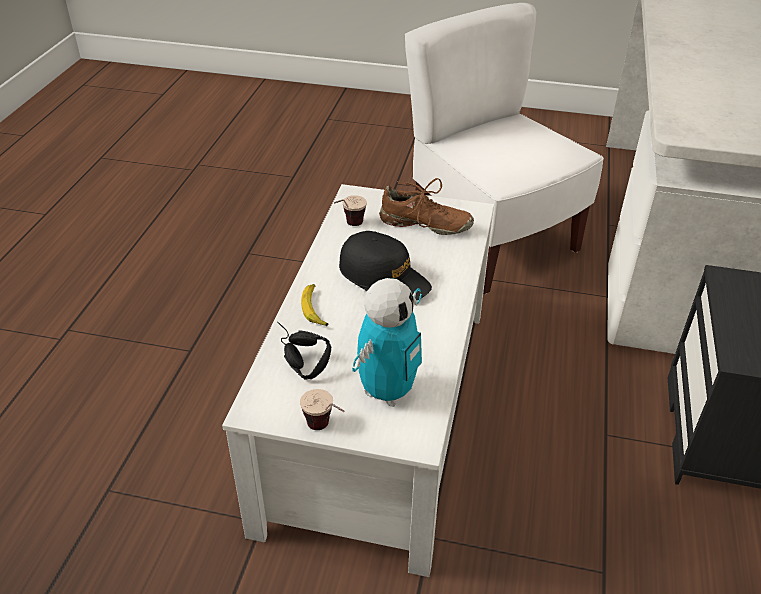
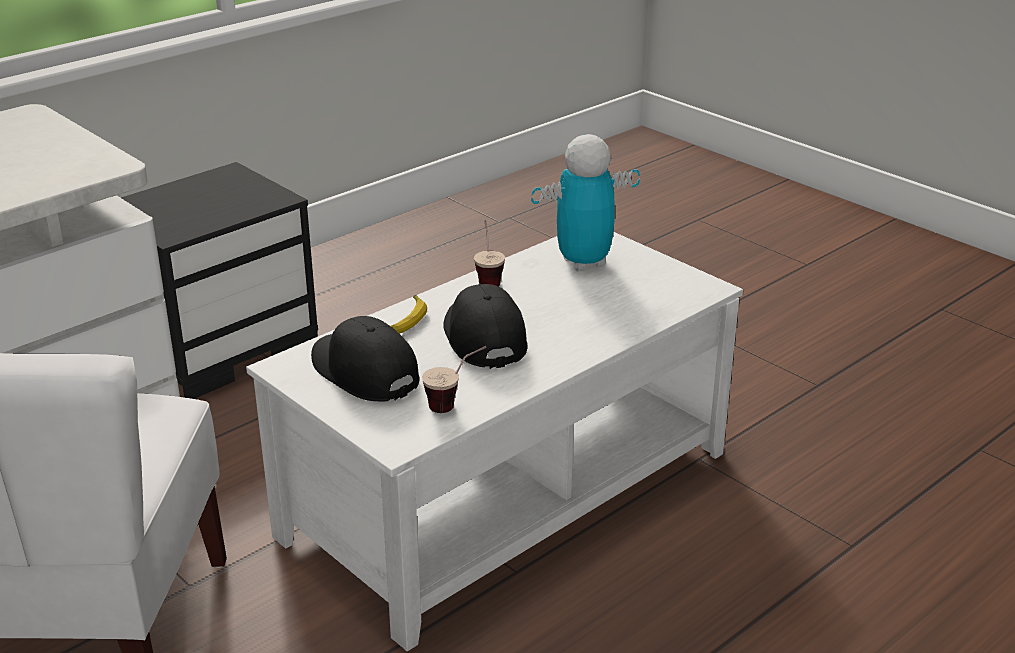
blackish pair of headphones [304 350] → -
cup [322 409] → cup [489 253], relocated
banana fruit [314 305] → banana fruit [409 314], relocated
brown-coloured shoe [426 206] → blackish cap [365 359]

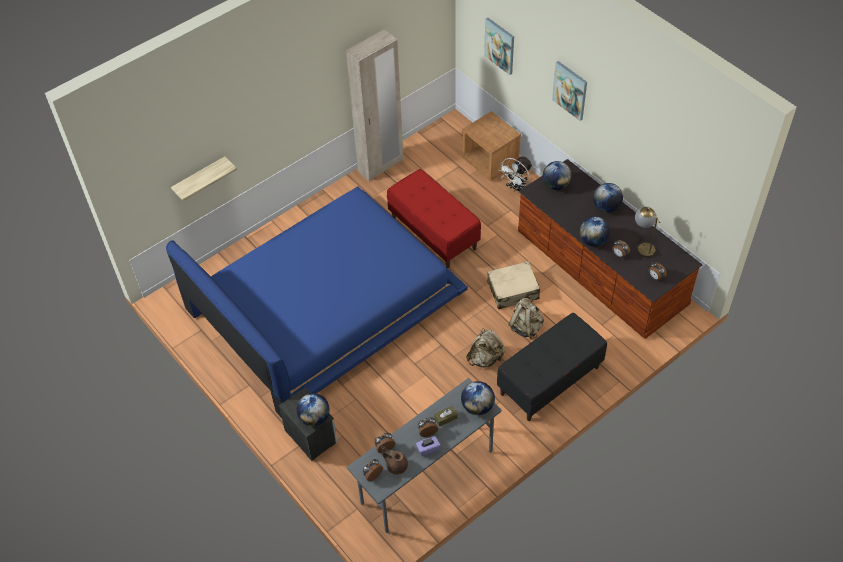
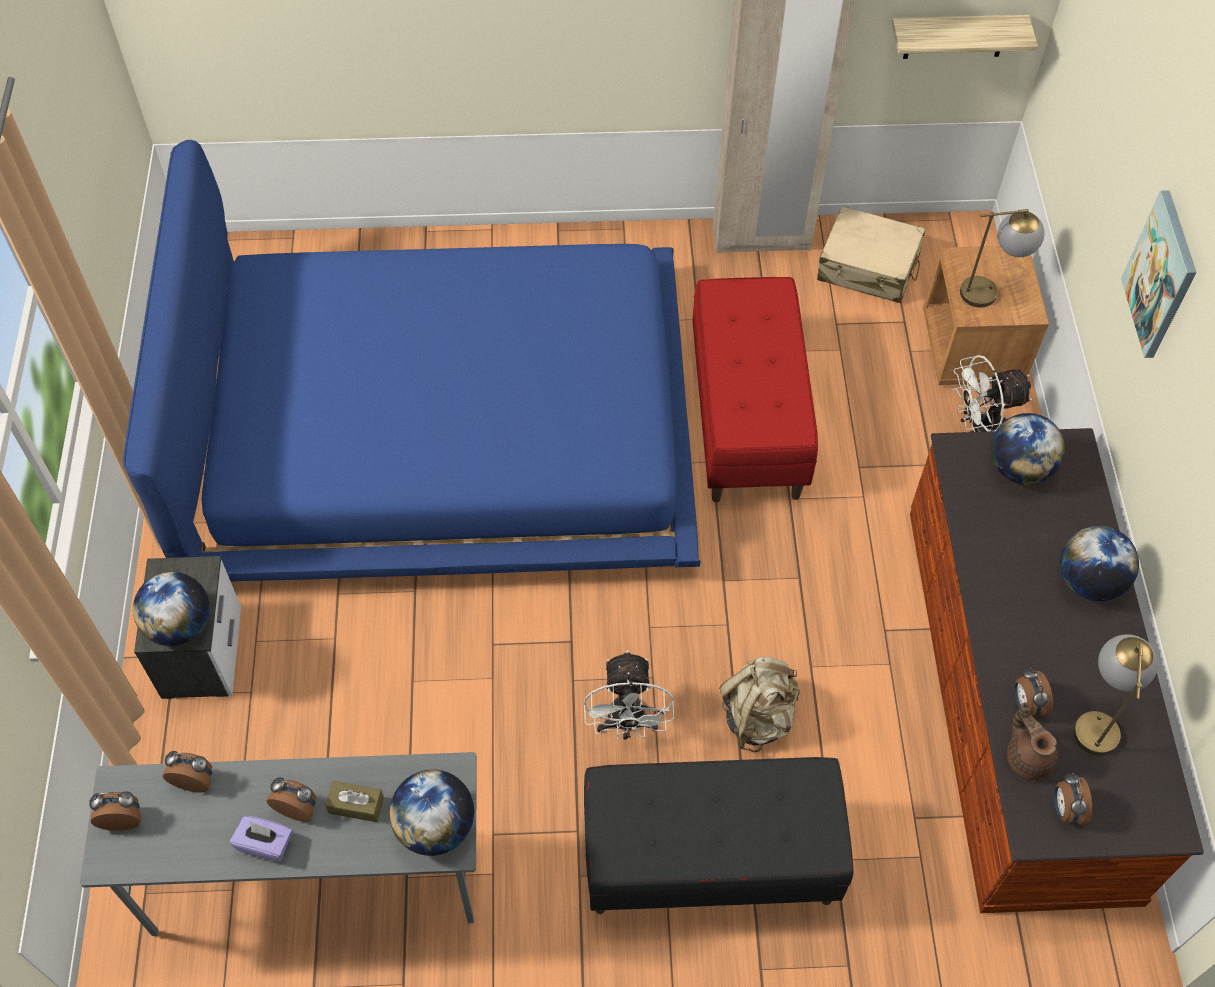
shelf [204 178] → shelf [965 37], relocated
brown-coloured pot for tea [394 460] → brown-coloured pot for tea [1032 741], relocated
beige-coloured rucksack [485 347] → white fan [629 694]
wall picture [499 46] → -
beige-coloured suitcase [513 285] → beige-coloured suitcase [871 254], relocated
world globe [595 232] → -
- → lamp for a table [1002 258]

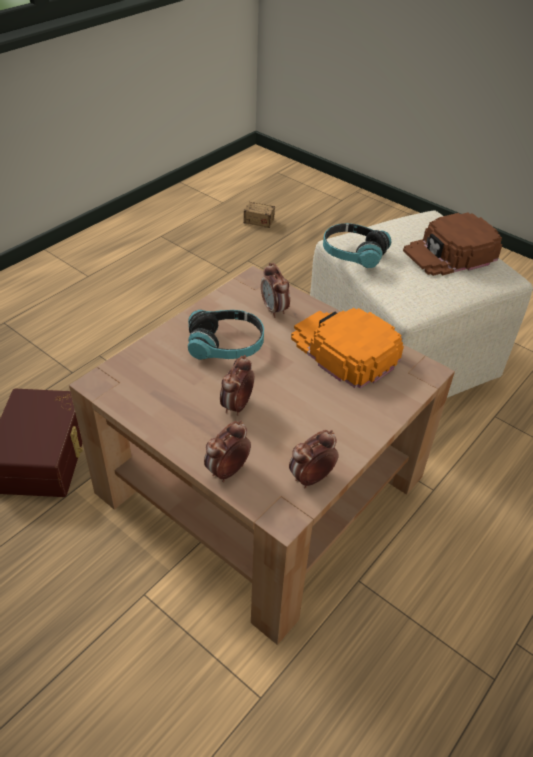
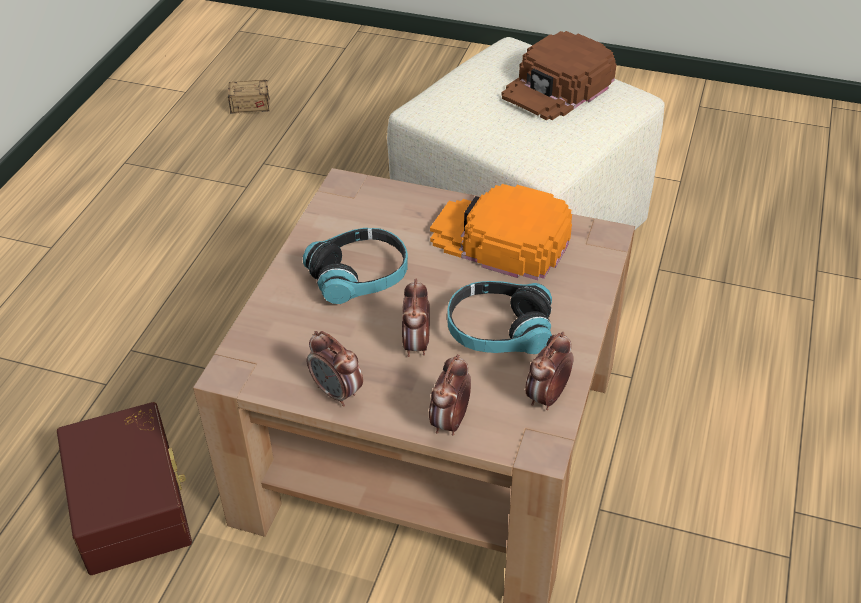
bedside clock [275 290] → bedside clock [335 369], relocated
pair of headphones [357 245] → pair of headphones [499 317], relocated

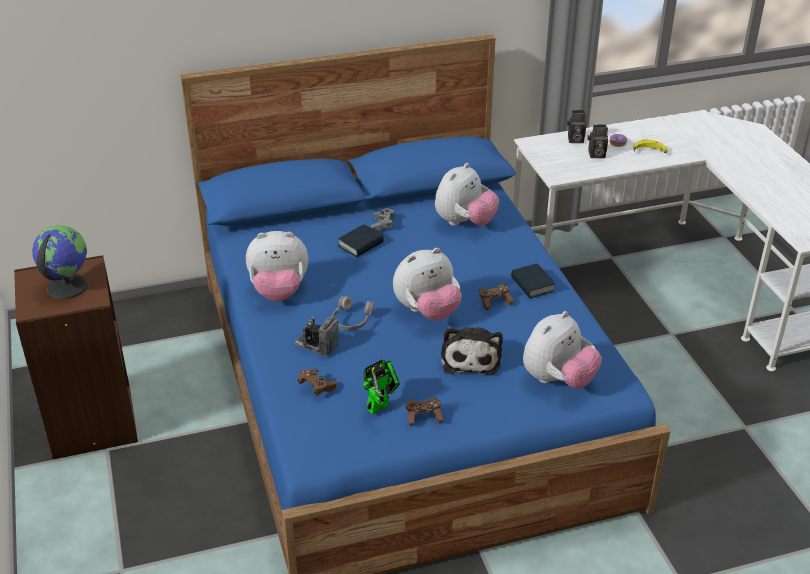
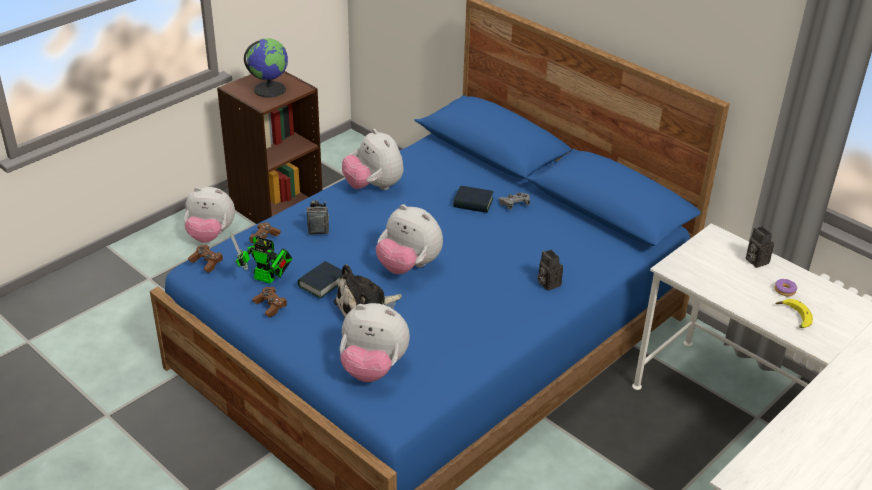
gray pair of headphones [353 313] → -
plush toy [467 194] → plush toy [209 215], relocated
brown-coloured gamepad [496 297] → brown-coloured gamepad [205 259], relocated
bound book [533 281] → bound book [320 279], relocated
photo camera [598 141] → photo camera [550 270], relocated

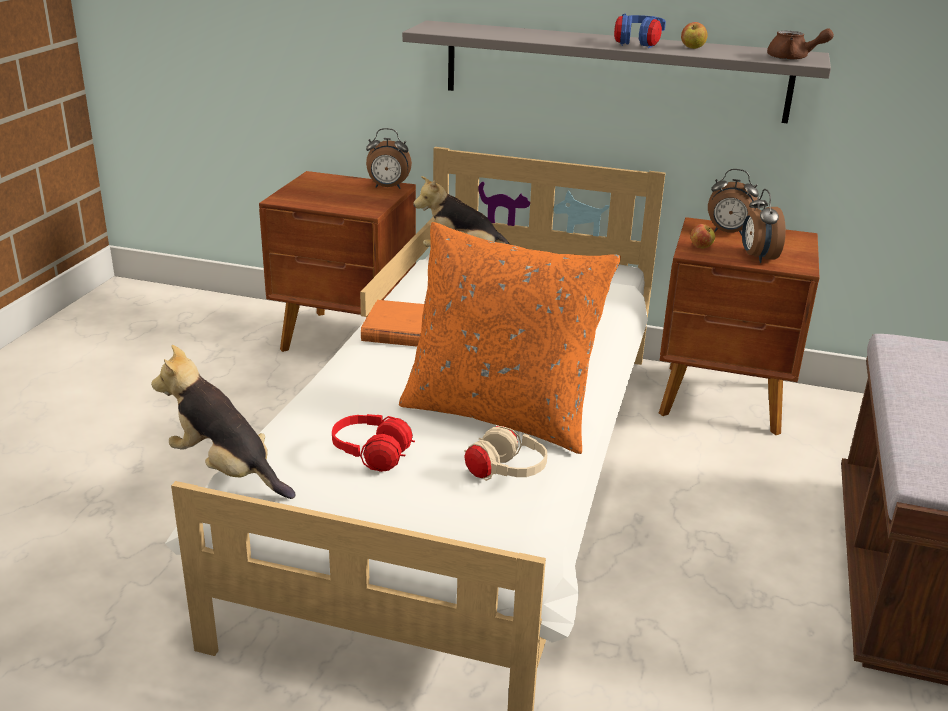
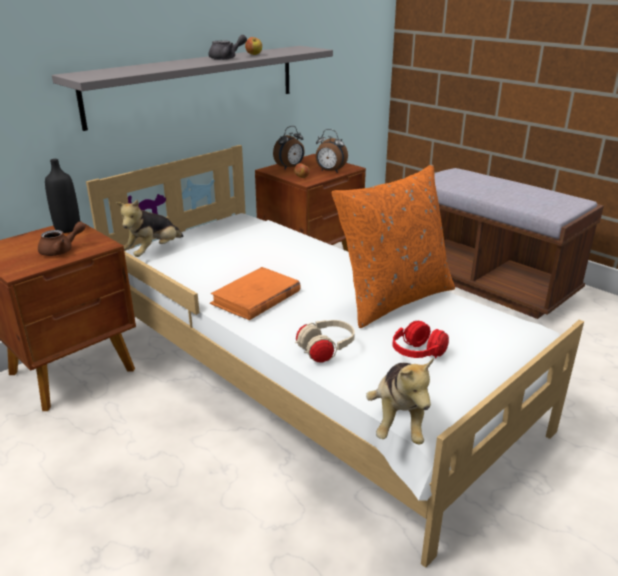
plush toy [223 422] → plush toy [400 400], 60 degrees counterclockwise
bedside clock [389 158] → blackish bottle [62 196]
beige-coloured pair of headphones [505 453] → beige-coloured pair of headphones [325 341], relocated
blue pair of headphones [640 31] → gray pot for tea [228 47]
brown-coloured pot for tea [800 44] → brown-coloured pot for tea [62 239], relocated

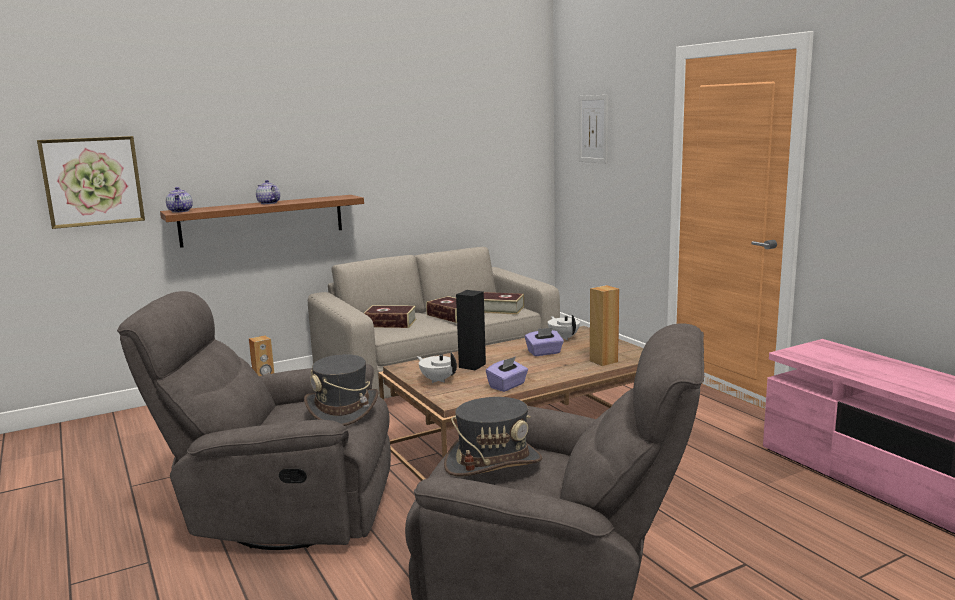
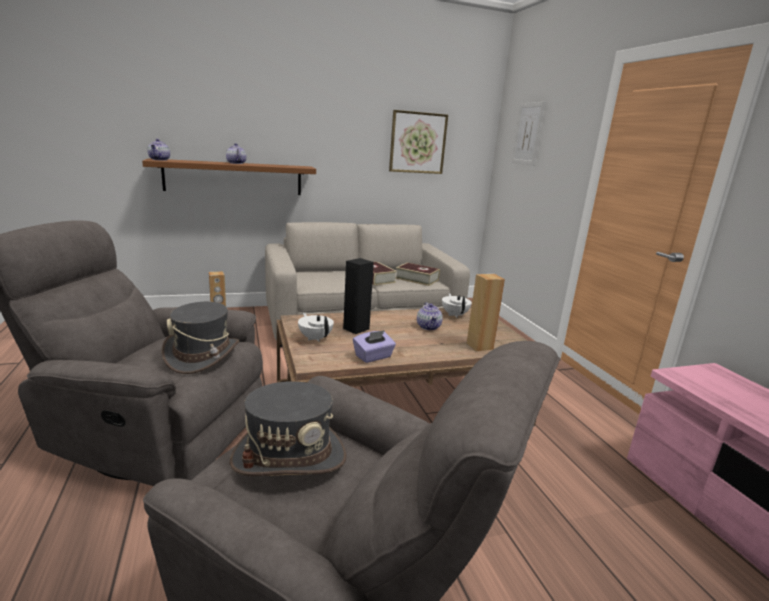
wall picture [91 182] → wall picture [418 142], relocated
bound book [390 316] → -
purple-coloured box of tissues [544 342] → pot for tea [430 316]

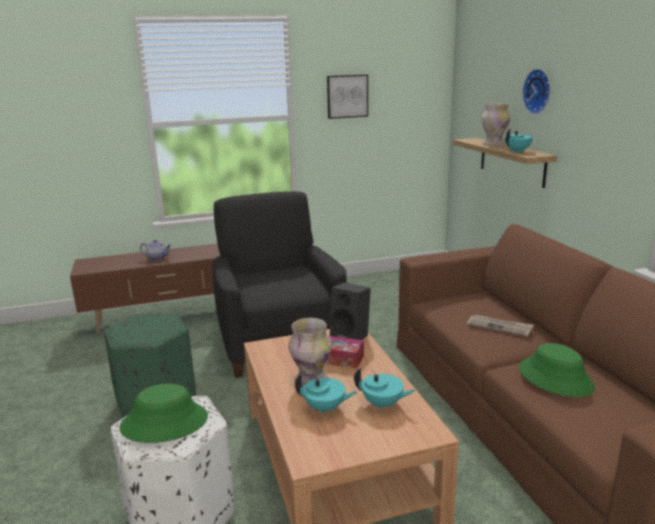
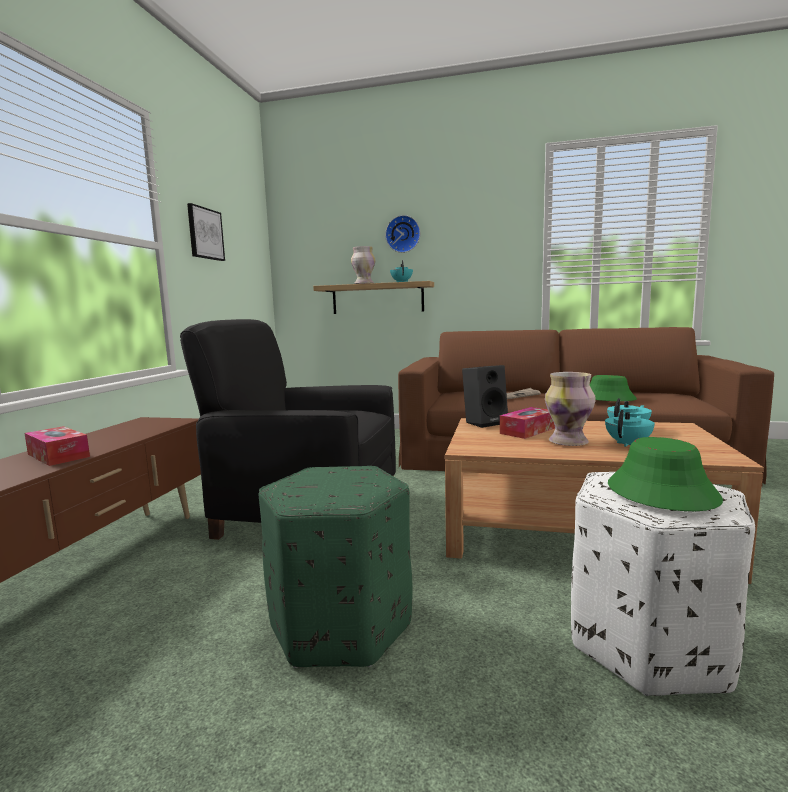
pot for tea [155 250] → box of tissues [57 446]

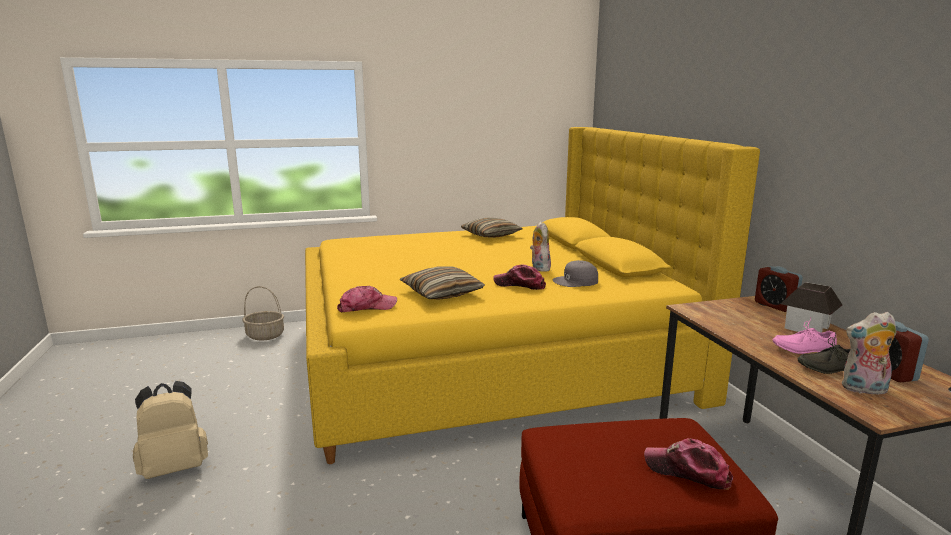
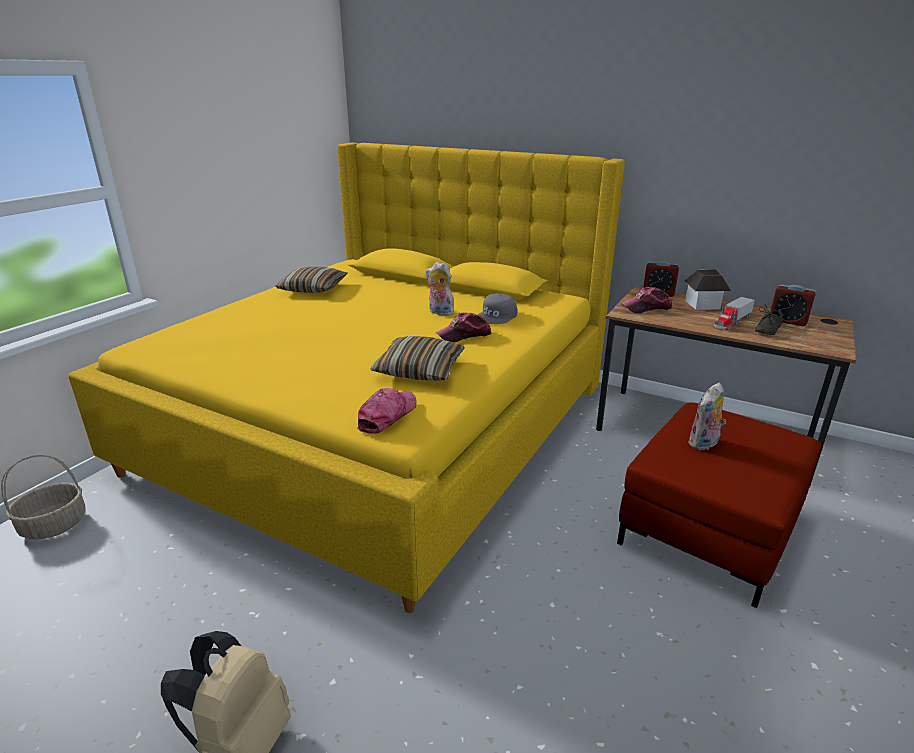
cap [688 464] → cap [646 300], relocated
pink-coloured shoe [805 336] → toy truck [734 313]
plush toy [869 354] → plush toy [707 416], relocated

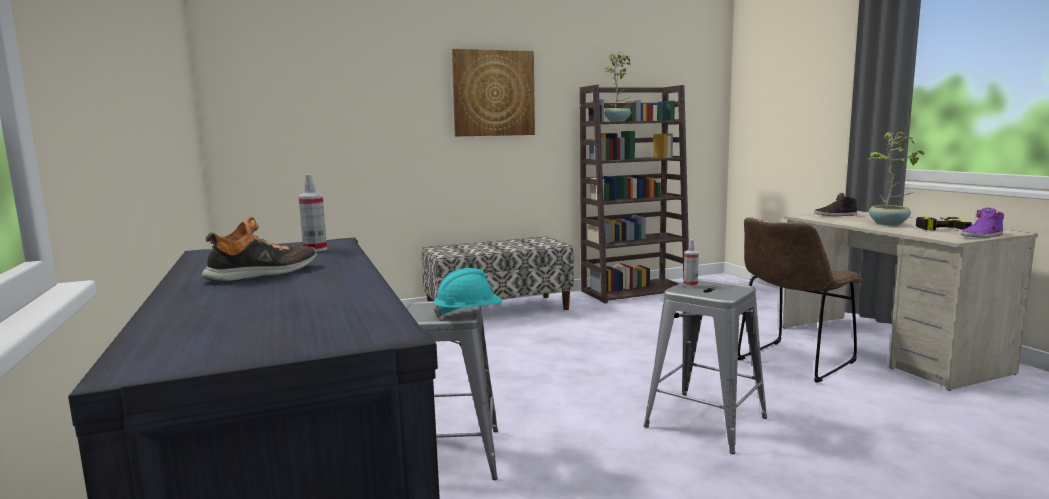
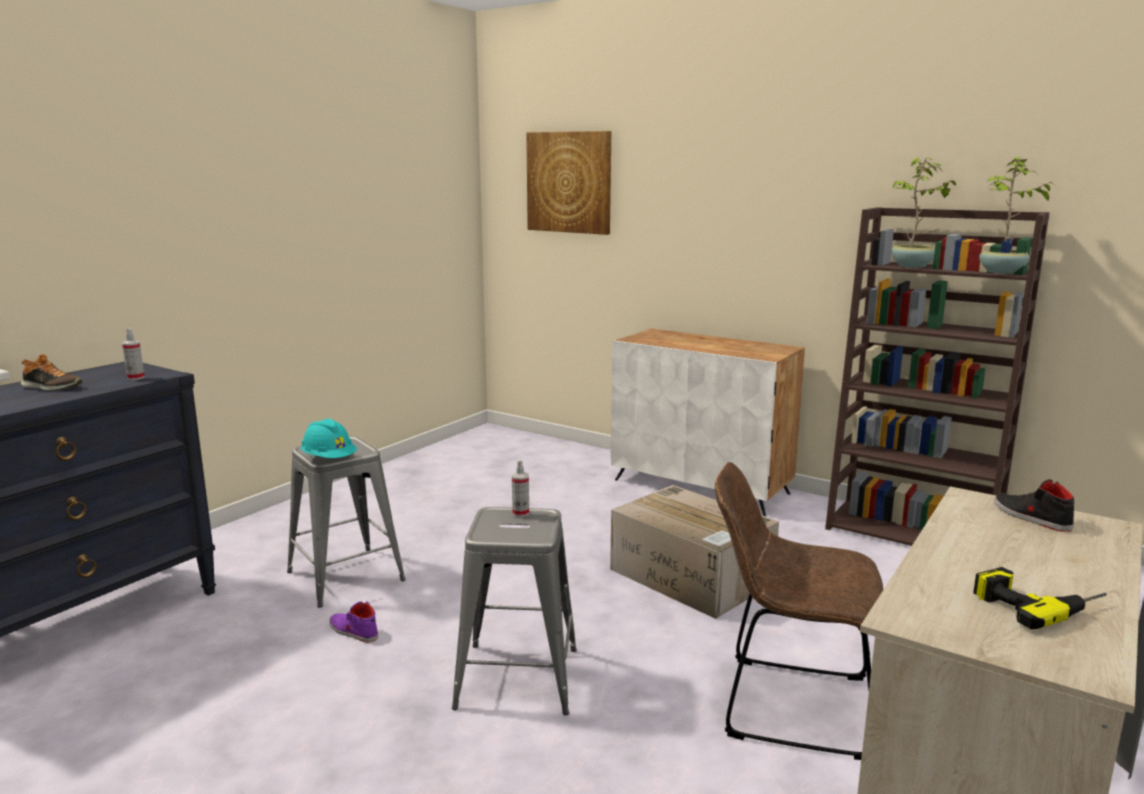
bench [497 273] → white cabinet [708 422]
wall picture [493 92] → wall picture [568 183], relocated
houseplant [896 179] → houseplant [1016 215], relocated
purple-coloured shoe [982 222] → purple-coloured shoe [354 622], relocated
- → packing box [694 552]

